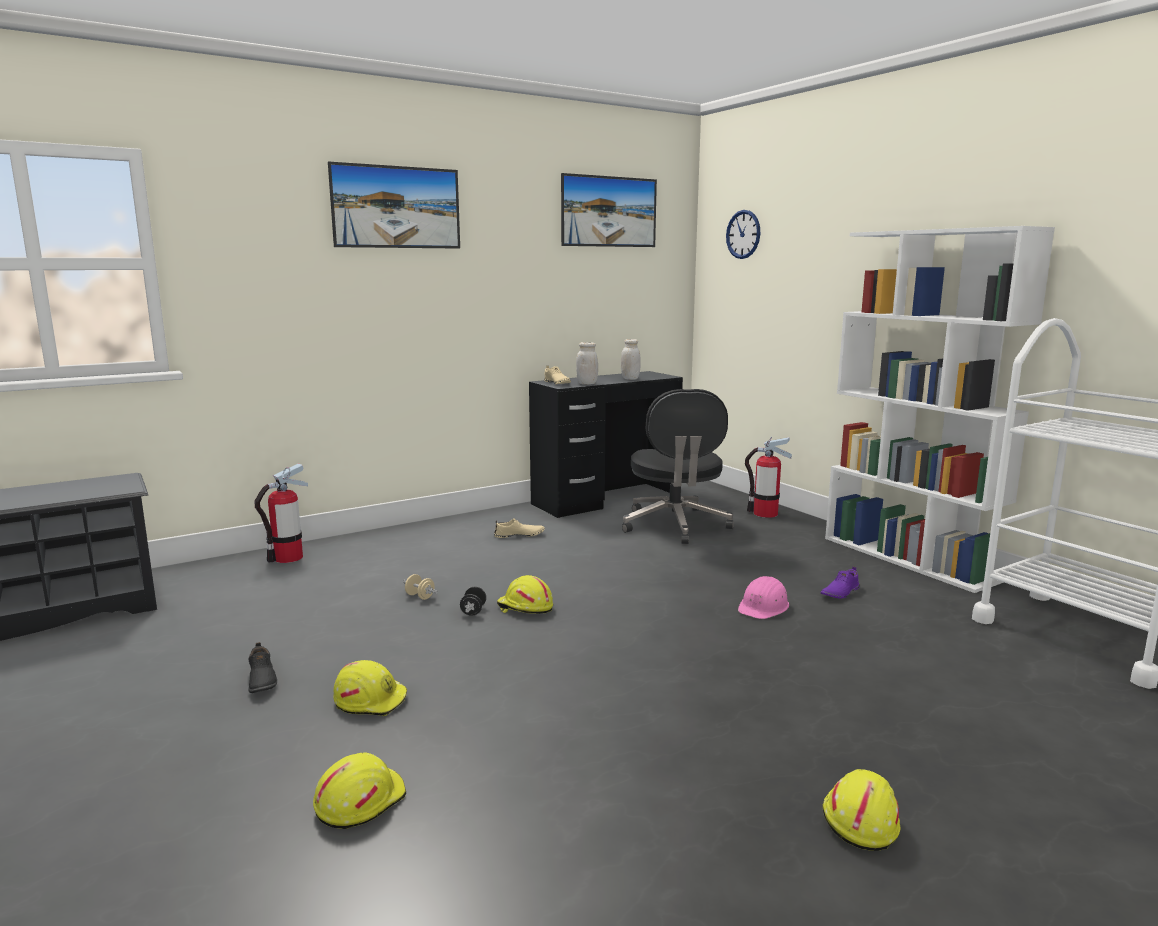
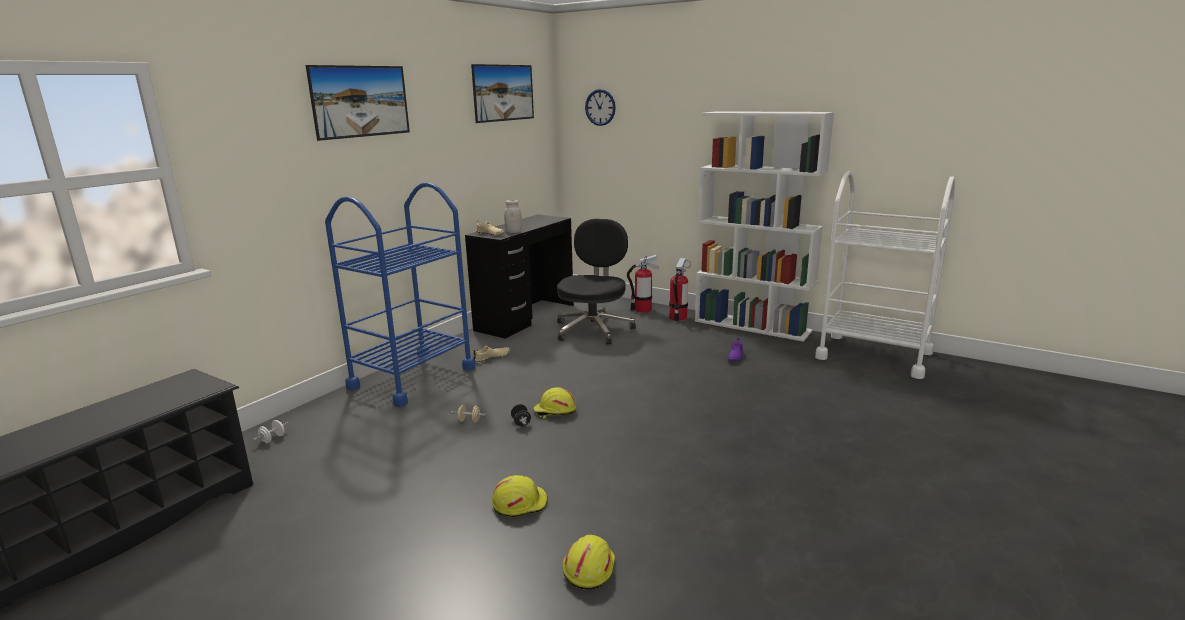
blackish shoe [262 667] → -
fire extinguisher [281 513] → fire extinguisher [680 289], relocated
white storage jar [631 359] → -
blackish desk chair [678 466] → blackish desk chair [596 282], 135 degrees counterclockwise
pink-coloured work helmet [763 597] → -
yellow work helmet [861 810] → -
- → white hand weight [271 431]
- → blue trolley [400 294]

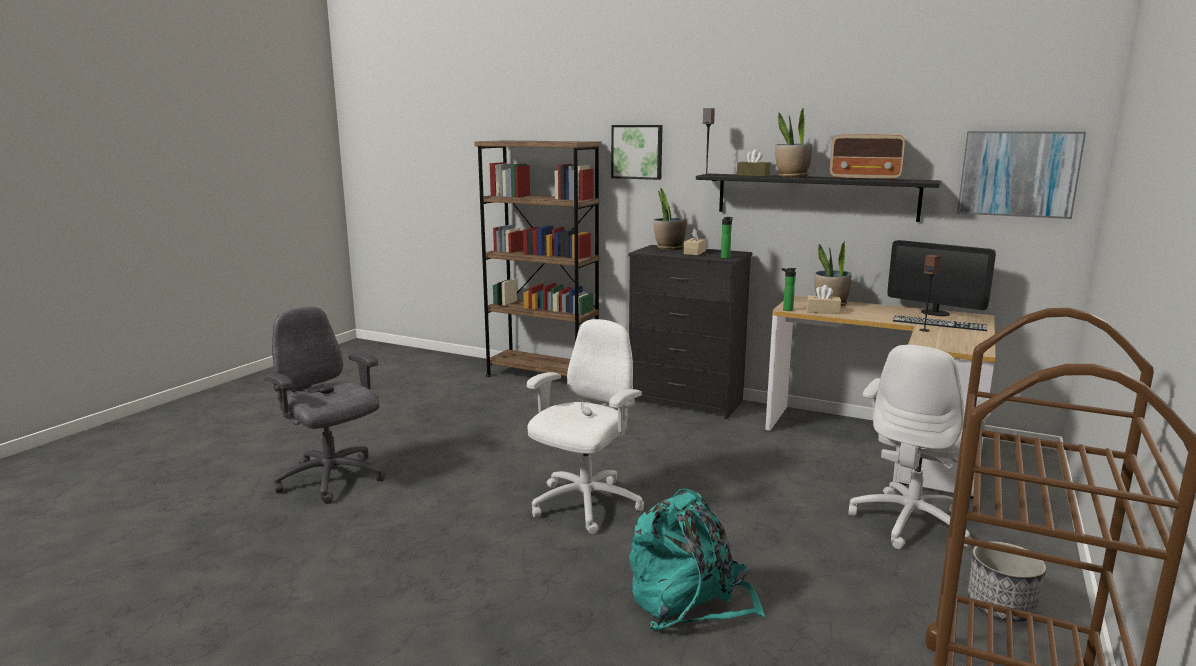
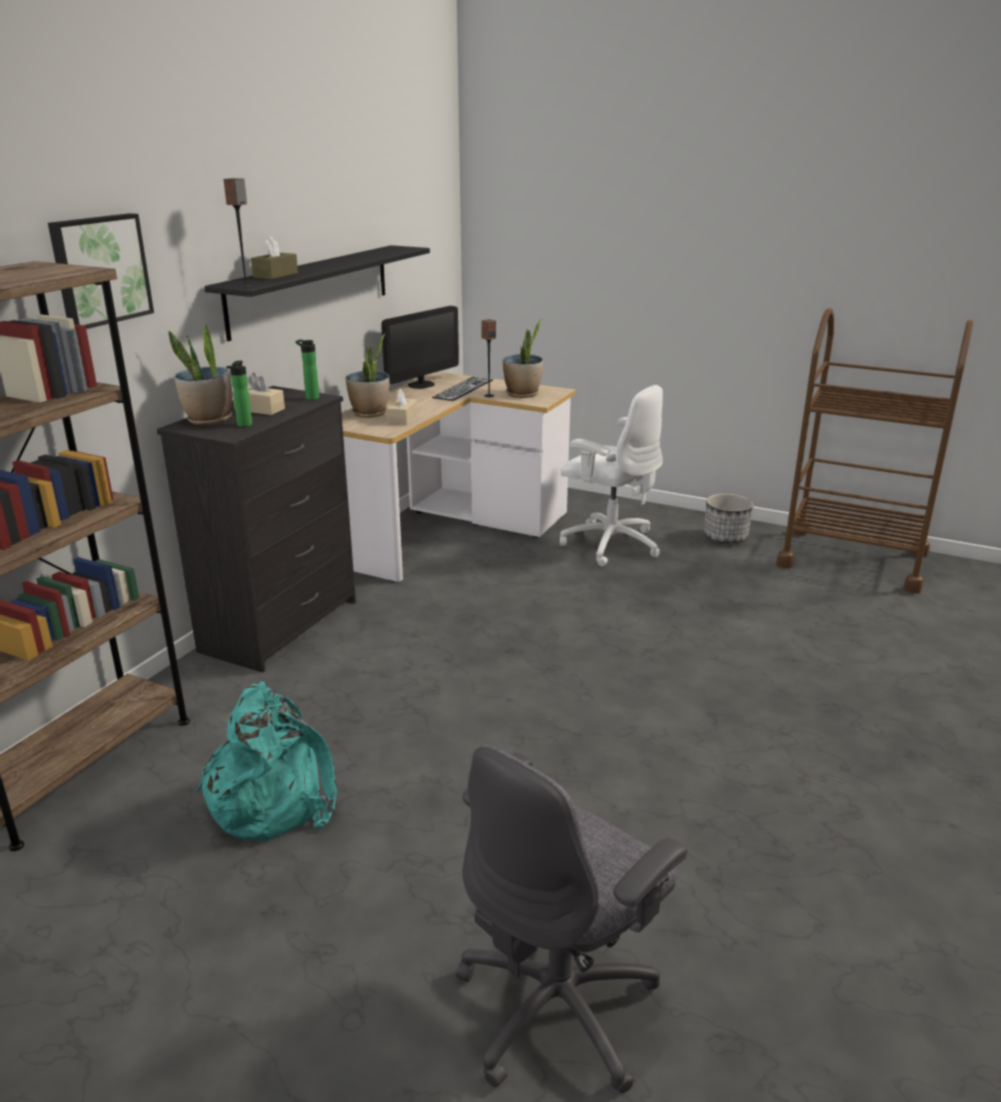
white desk chair [585 426] → -
blue-green rucksack [697 560] → blue-green rucksack [266 761], relocated
houseplant [794 142] → houseplant [523 358], relocated
bottle [789 289] → bottle [239 393], relocated
radio receiver [867 157] → -
wall picture [1021 175] → -

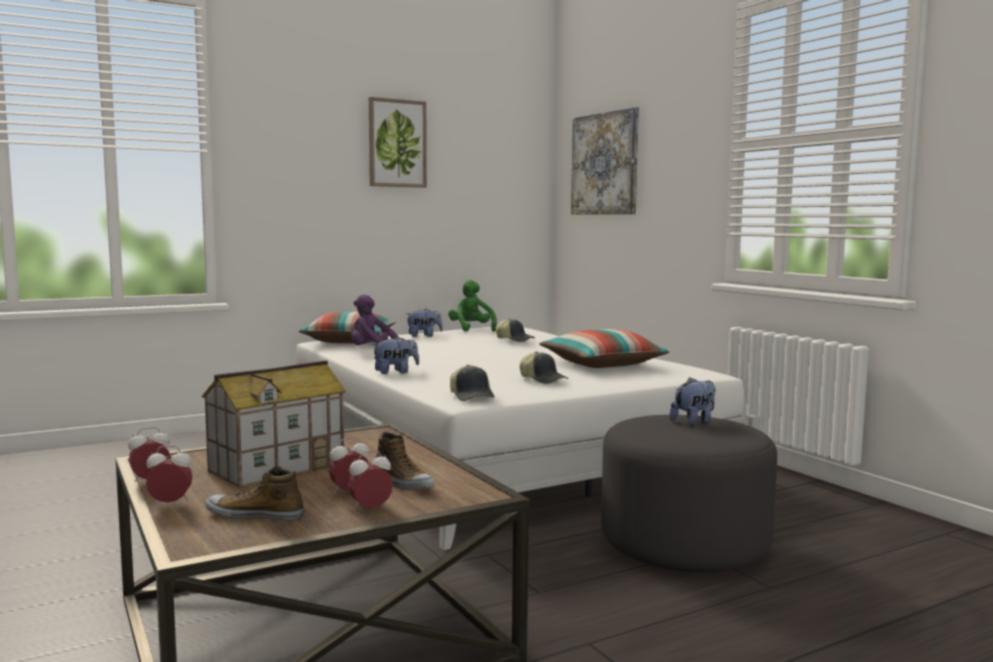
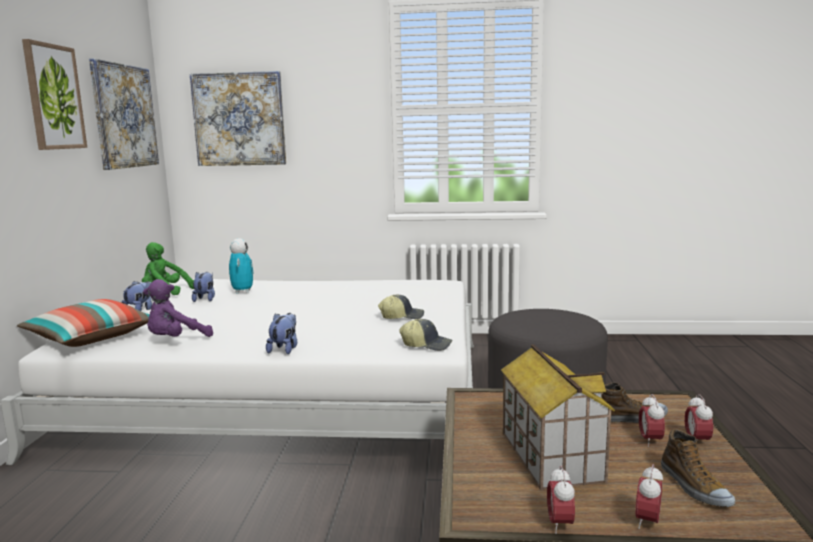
shoe [255 493] → shoe [698 468], 60 degrees counterclockwise
cap [515 330] → model robot [241 265]
throw pillow [604 348] → -
plush toy [693 401] → plush toy [203 287], relocated
- → wall picture [124 114]

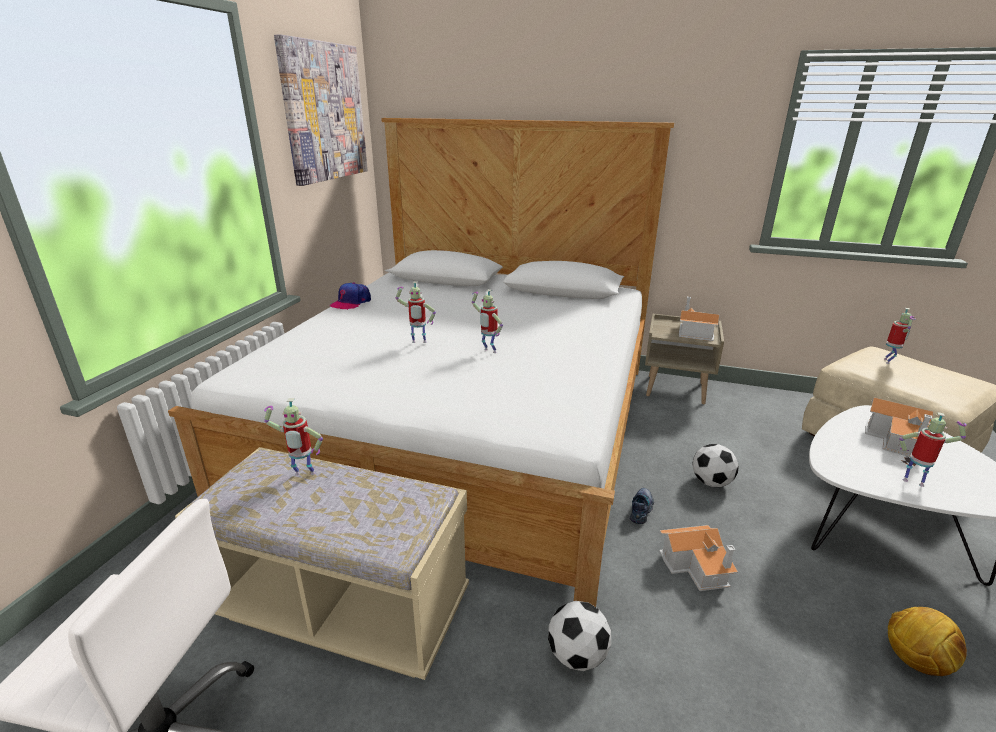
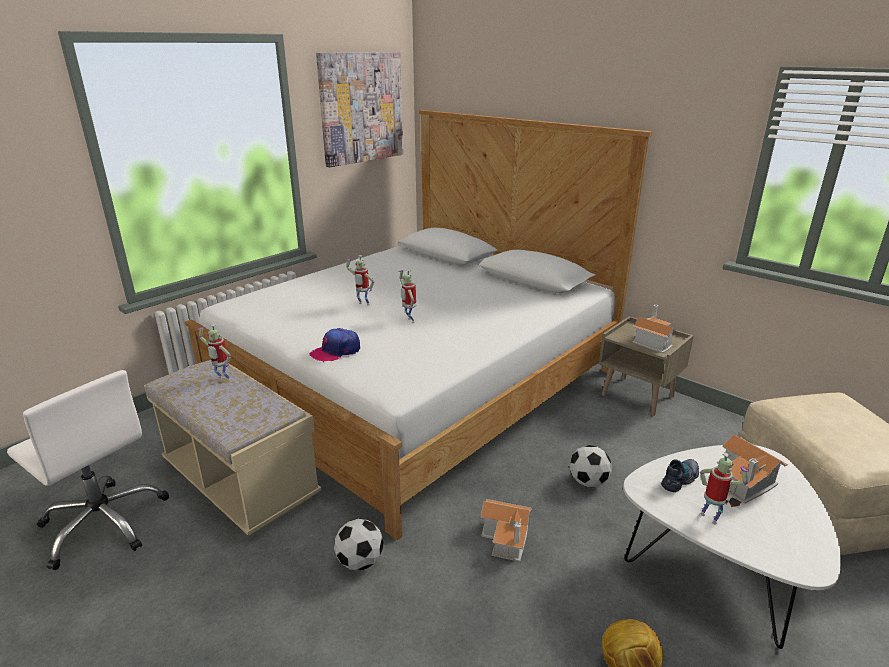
cap [350 296] → cap [334 345], relocated
shoe [642 506] → shoe [680 475], relocated
model robot [900 336] → -

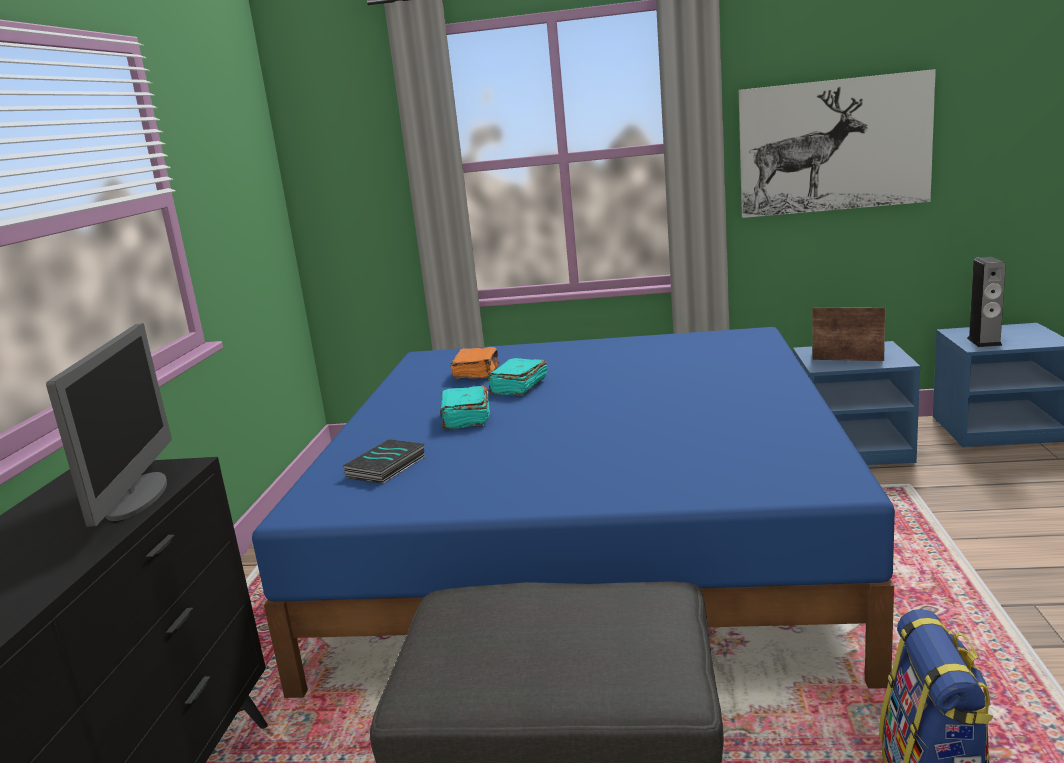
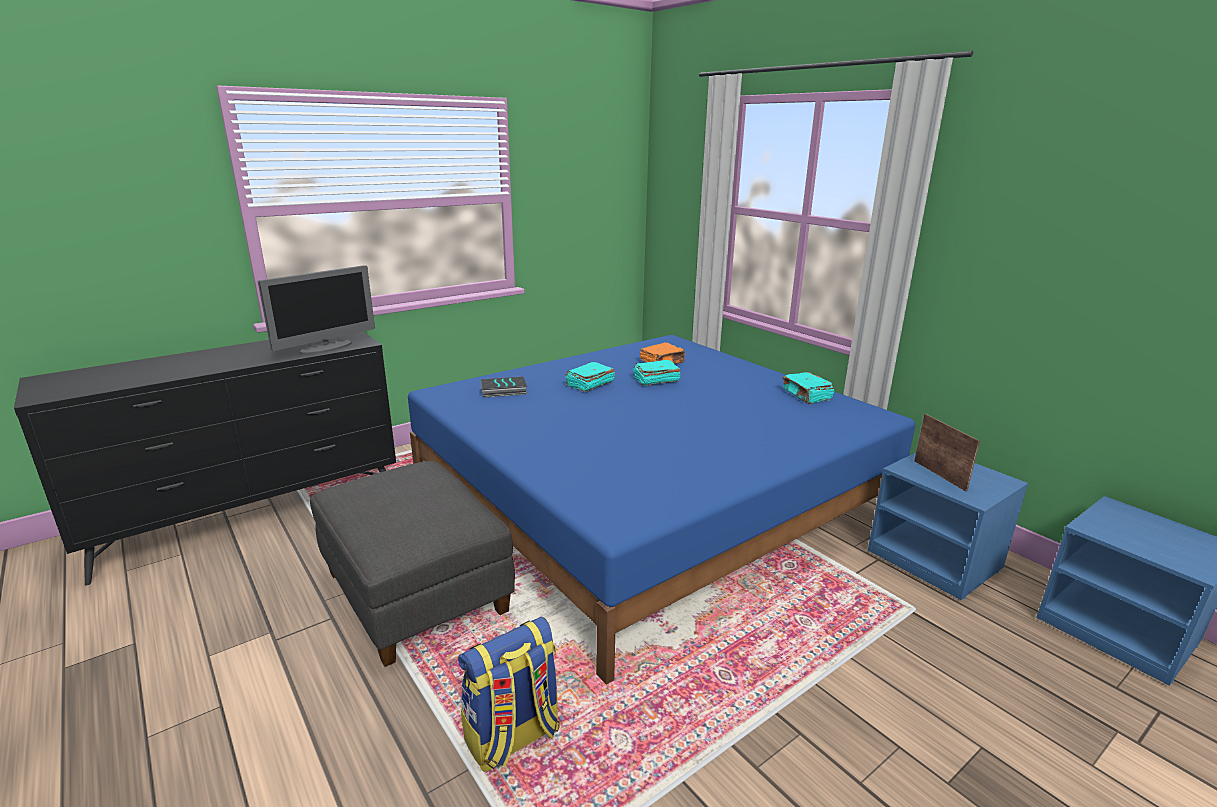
wall picture [837 143] → -
speaker [986 302] → -
- → blue-green bound book [808 388]

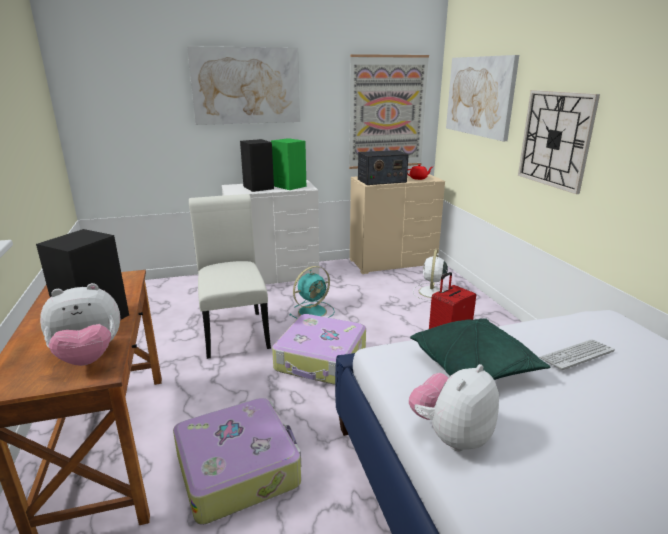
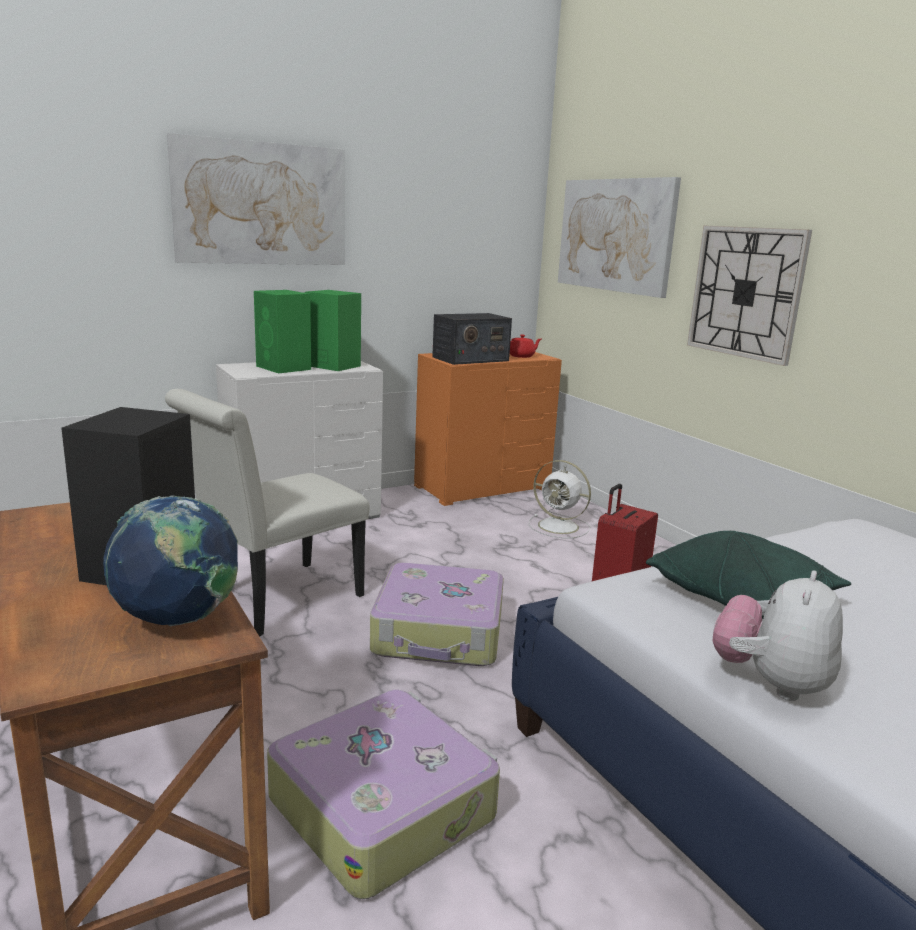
plush toy [80 324] → world globe [170 560]
white plain chair [230 276] → white plain chair [267 513], 105 degrees counterclockwise
blackish speaker [257 165] → green speaker [282 331]
blue-green fan [312 292] → -
wall picture [389 111] → -
beige-coloured chest of drawers [397 223] → orange chest of drawers [488 429]
white fan [430 275] → white fan [559 499], 60 degrees counterclockwise
keyboard [577 354] → -

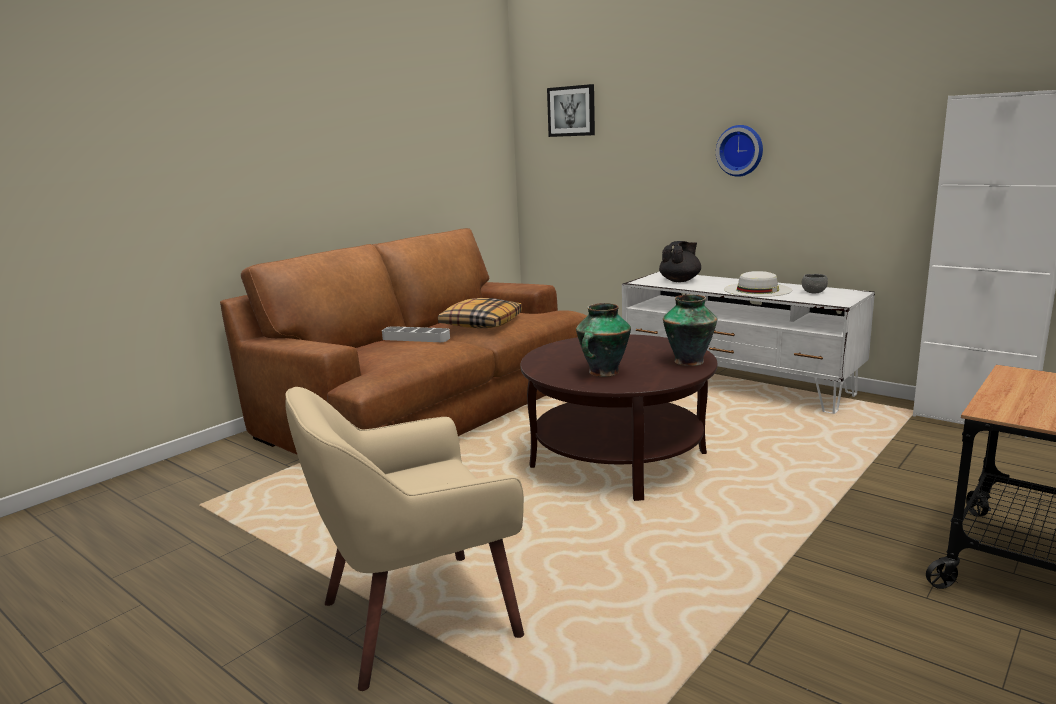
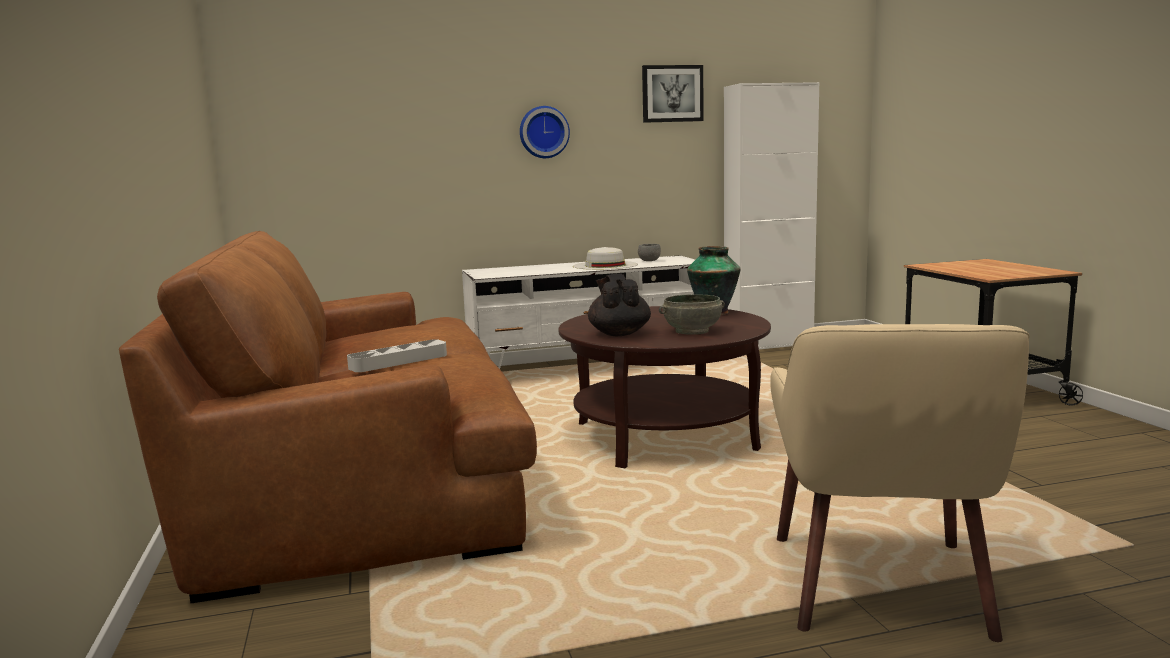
throw pillow [480 313] → -
wall picture [571 110] → wall picture [673 94], relocated
vase [603 340] → gray serving bowl [692 314]
blackish pot for tea [680 261] → blackish pot for tea [619 305], relocated

